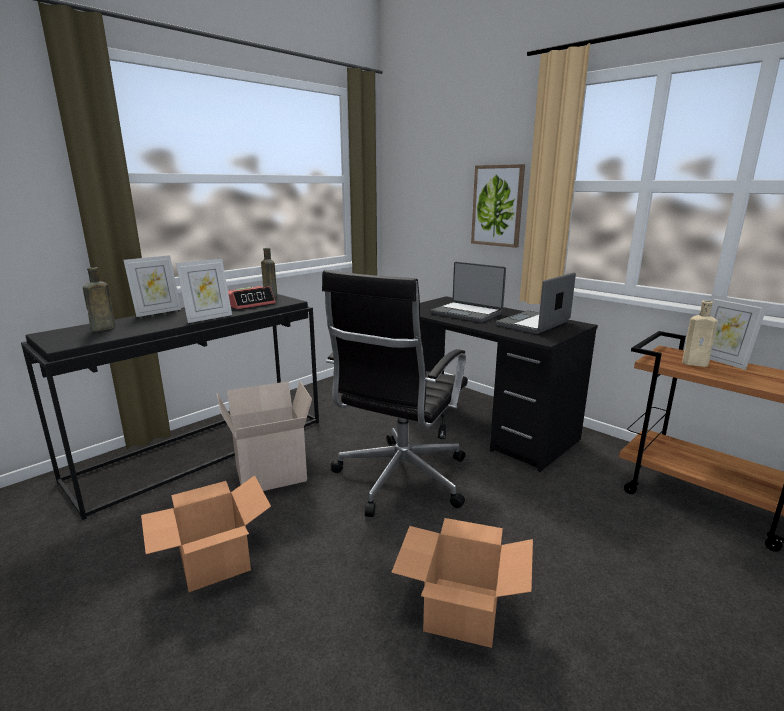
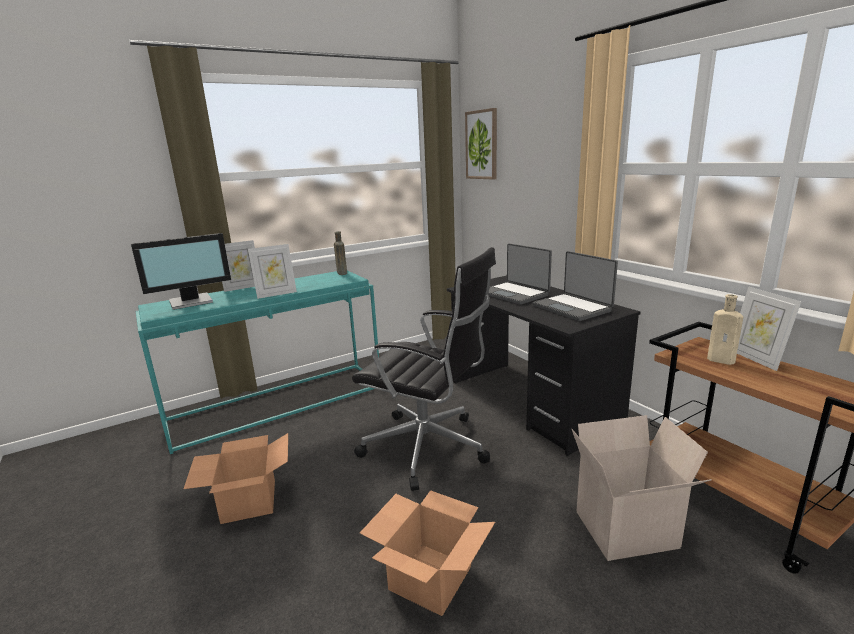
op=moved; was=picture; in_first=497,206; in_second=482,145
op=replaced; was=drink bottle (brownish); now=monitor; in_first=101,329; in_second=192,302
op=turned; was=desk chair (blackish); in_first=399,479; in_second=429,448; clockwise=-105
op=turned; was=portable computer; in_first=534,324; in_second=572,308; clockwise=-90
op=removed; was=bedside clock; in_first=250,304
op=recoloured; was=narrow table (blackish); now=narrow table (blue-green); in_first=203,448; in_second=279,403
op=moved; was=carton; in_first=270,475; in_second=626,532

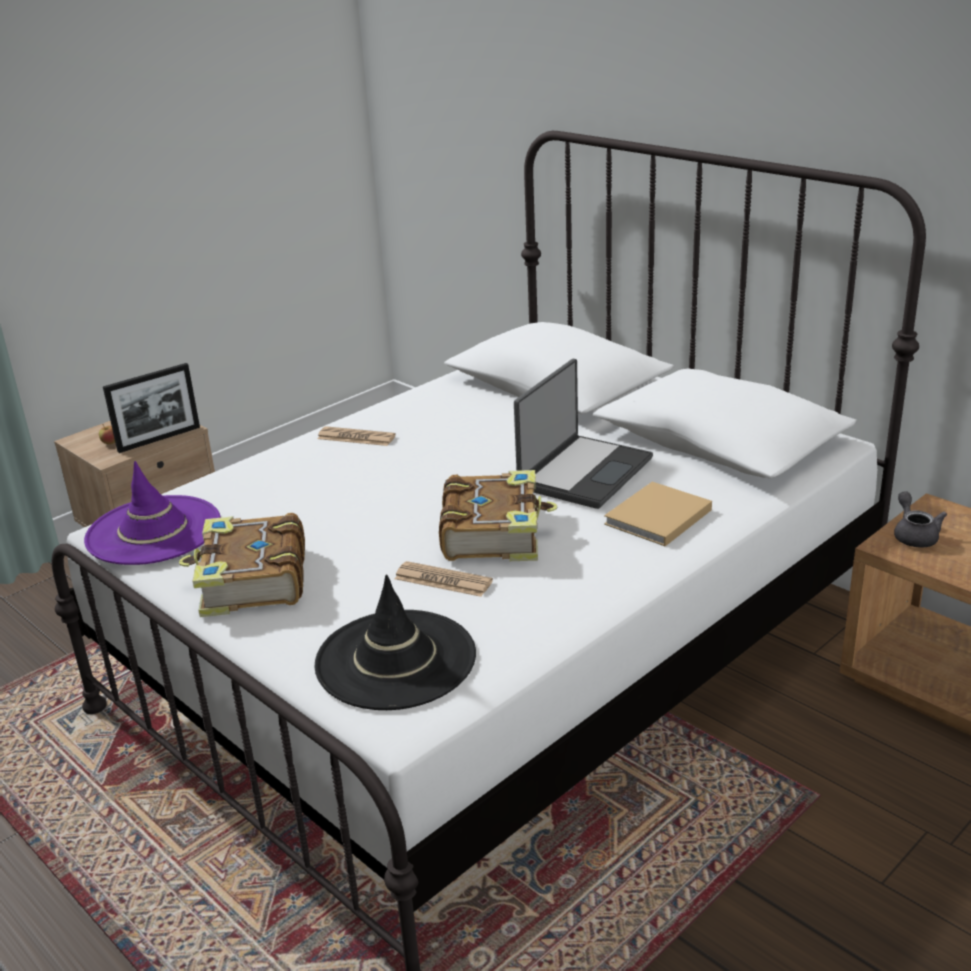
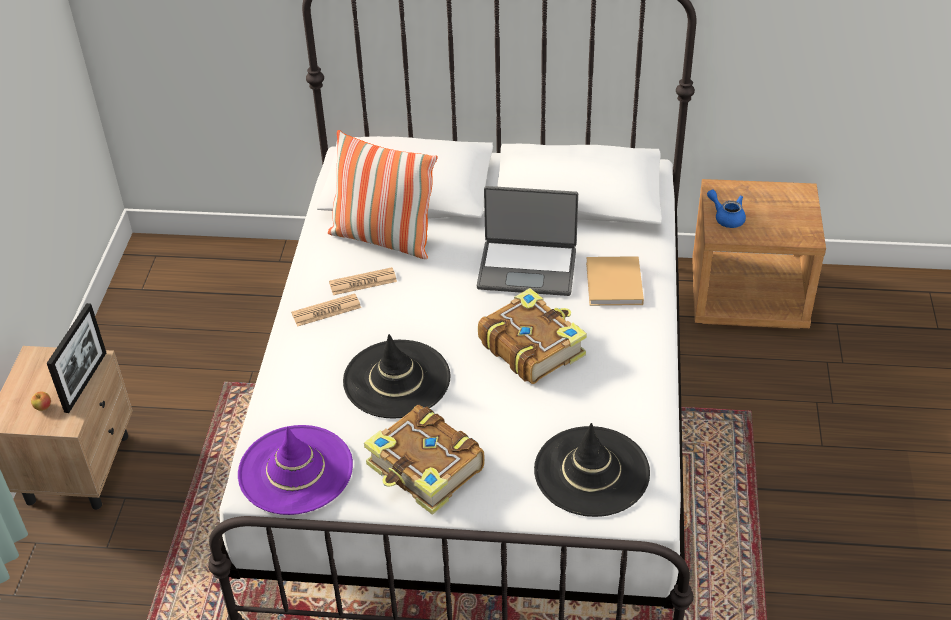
op=turned; was=portable computer; in_first=583,473; in_second=527,268; clockwise=105
op=recoloured; was=pot for tea (grey); now=pot for tea (blue-coloured); in_first=914,535; in_second=726,217
op=moved; was=newspaper; in_first=443,580; in_second=363,282
op=added; now=pillow; in_second=383,239
op=added; now=clothing hat (blackish); in_second=397,379

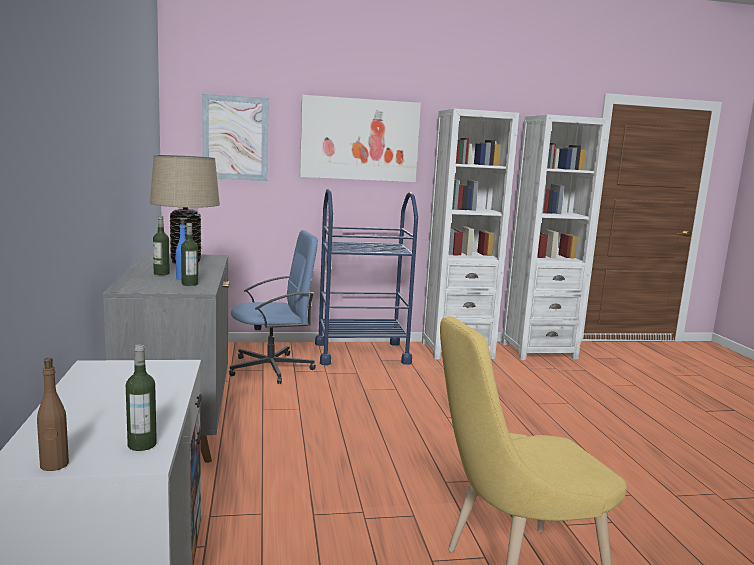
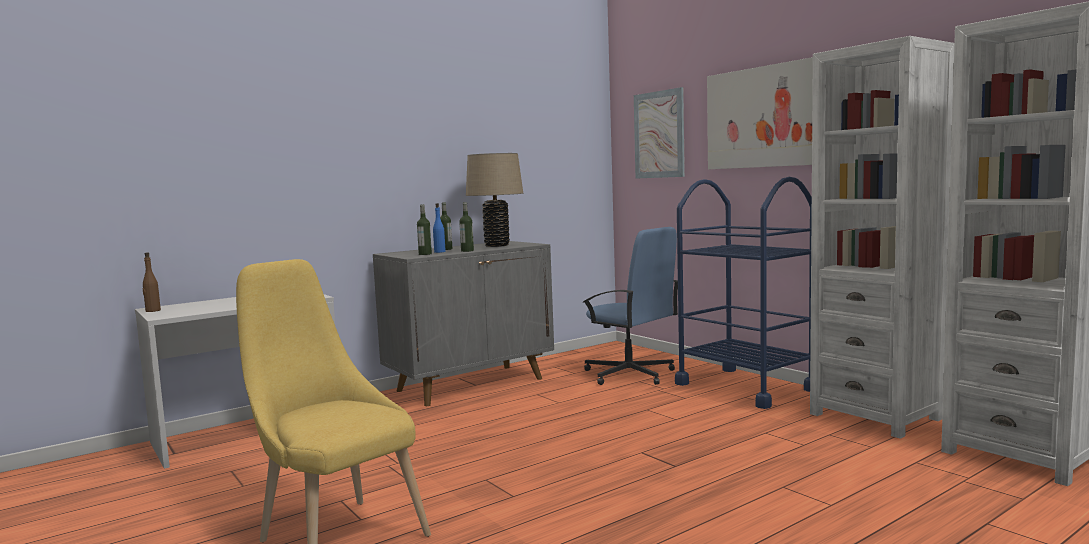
op=moved; was=drink bottle; in_first=142,444; in_second=467,251

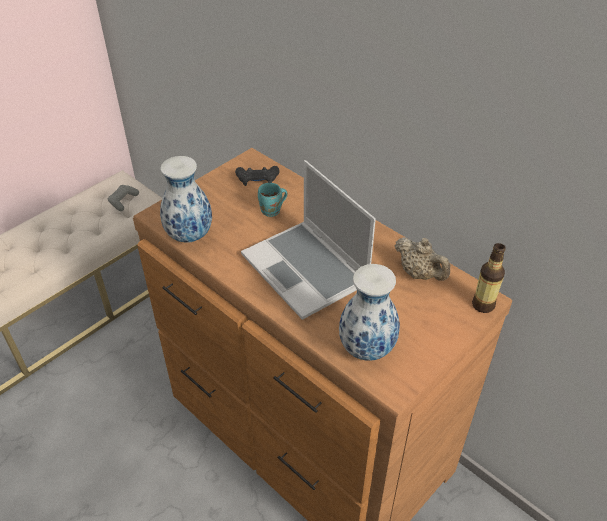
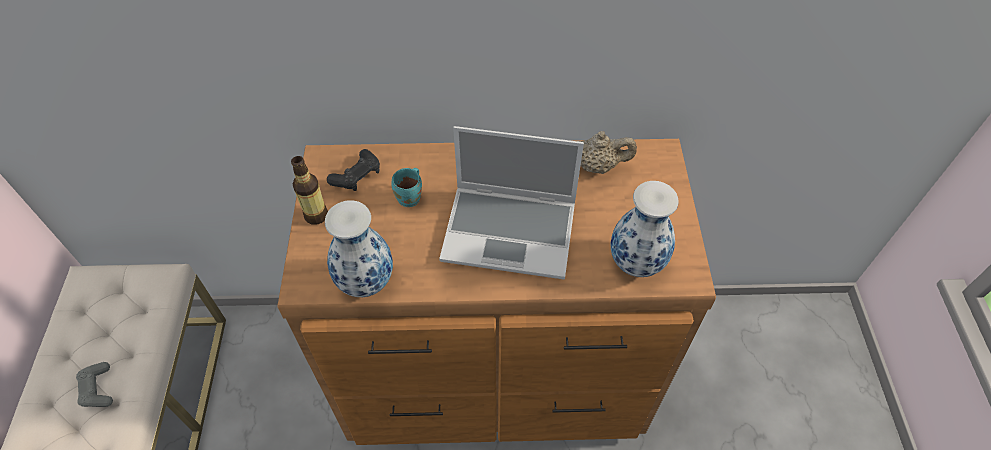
op=moved; was=joypad (grey); in_first=123,201; in_second=97,389
op=moved; was=drink bottle; in_first=483,305; in_second=316,215

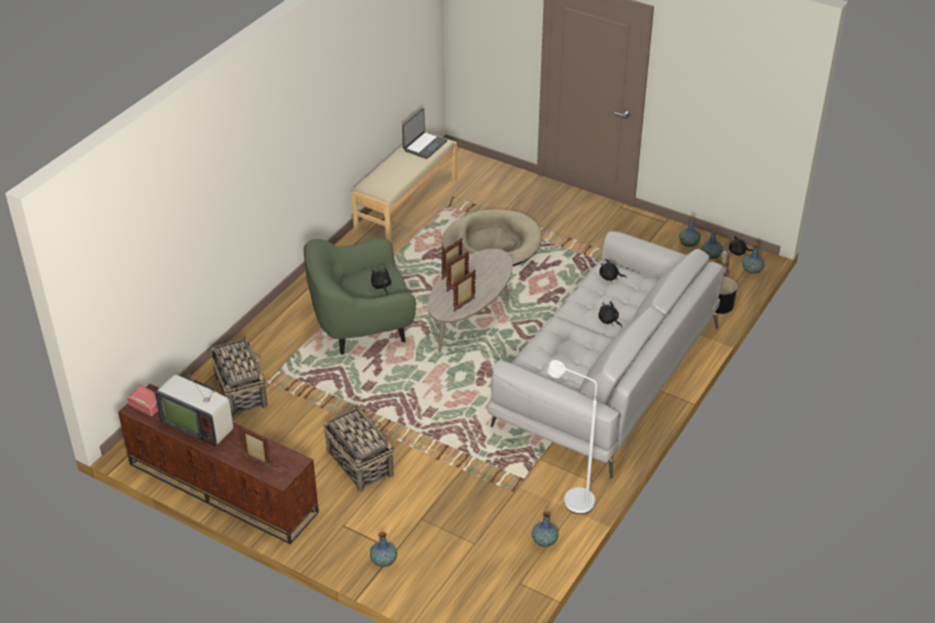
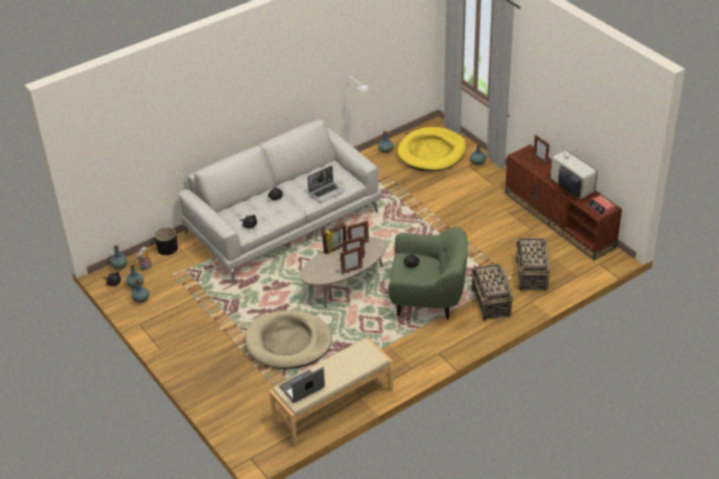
op=moved; was=basket; in_first=359,463; in_second=491,303
op=added; now=dog cushion (yellow-coloured); in_second=432,152
op=added; now=portable computer; in_second=326,192
op=added; now=photo frame; in_second=335,248

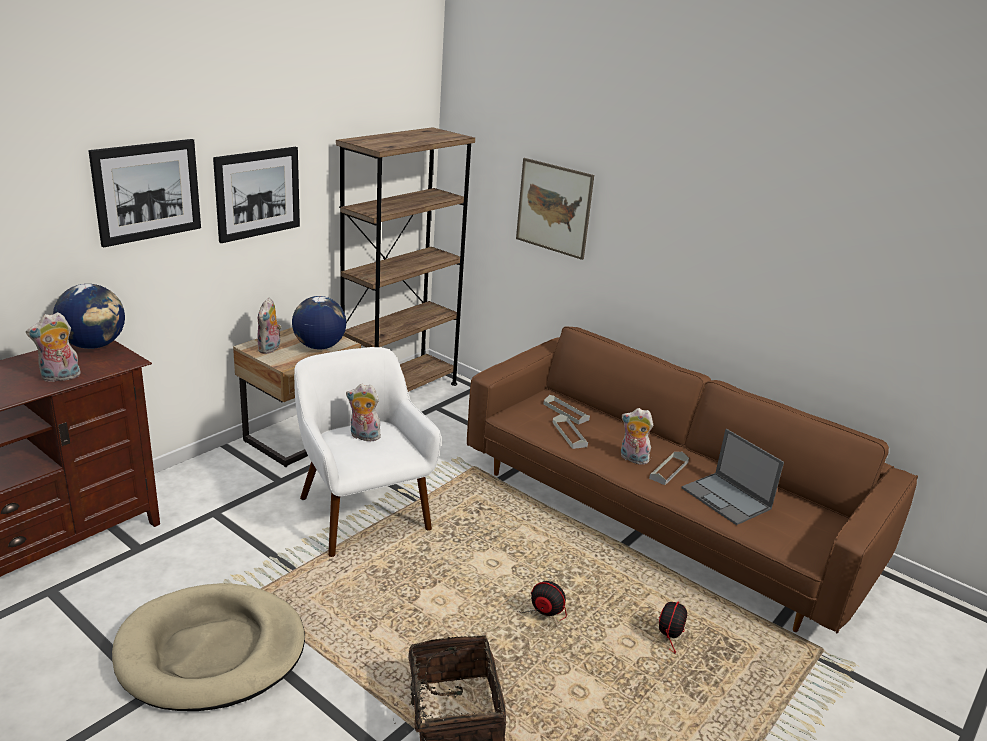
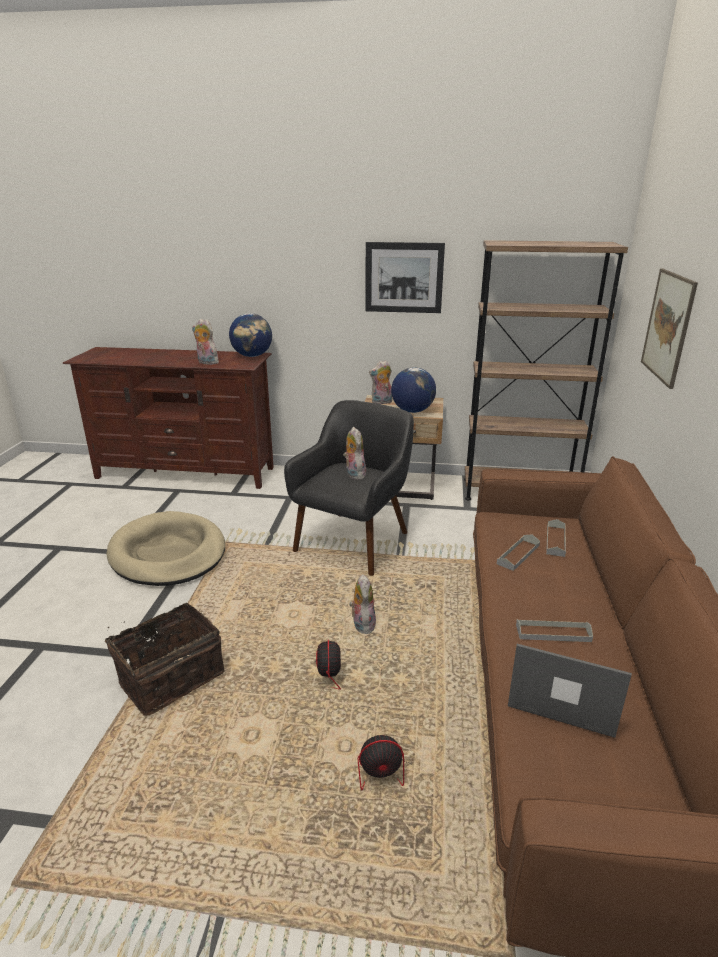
op=removed; was=picture; in_first=147,191
op=recoloured; was=armchair (white-coloured); now=armchair (blackish); in_first=362,513; in_second=354,541
op=moved; was=cuddly toy; in_first=632,459; in_second=362,624
op=turned; was=portable computer; in_first=727,499; in_second=562,695; clockwise=90

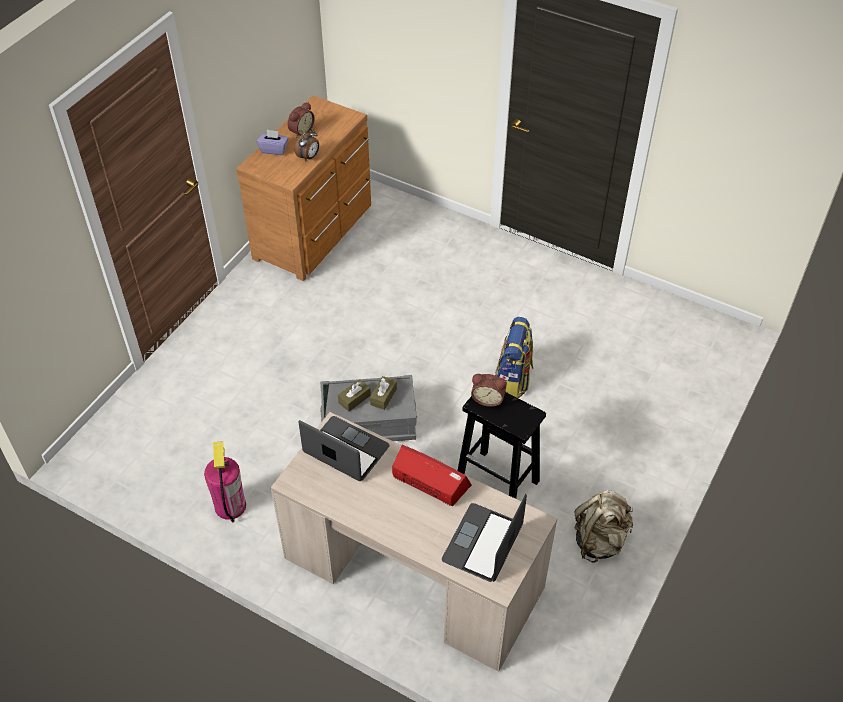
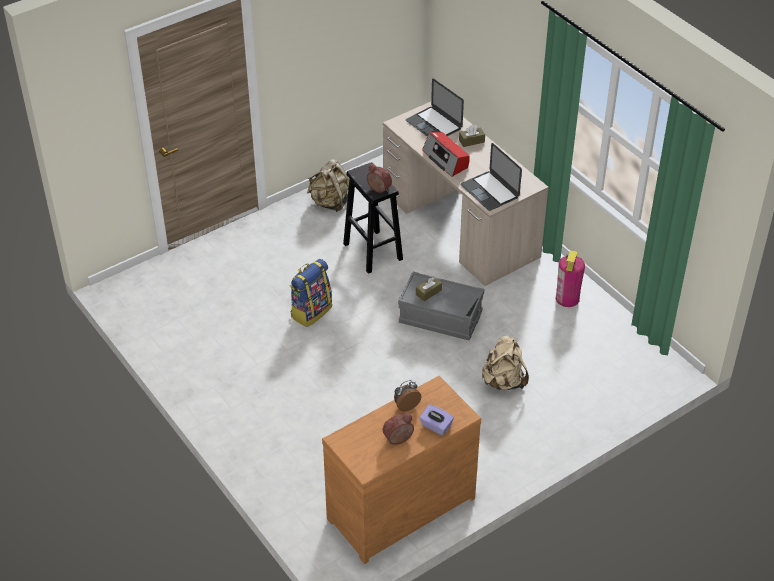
op=moved; was=tissue box (brownish); in_first=354,399; in_second=471,141
op=turned; was=portable computer; in_first=483,543; in_second=434,124; clockwise=90
op=added; now=knapsack (beige); in_second=503,381

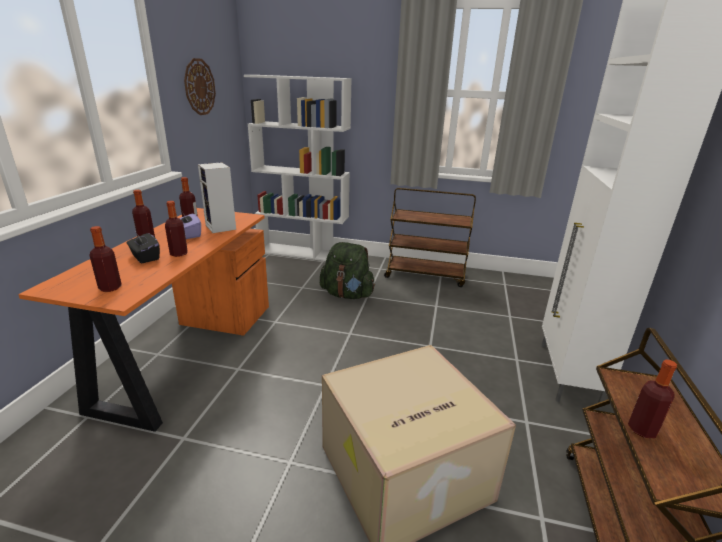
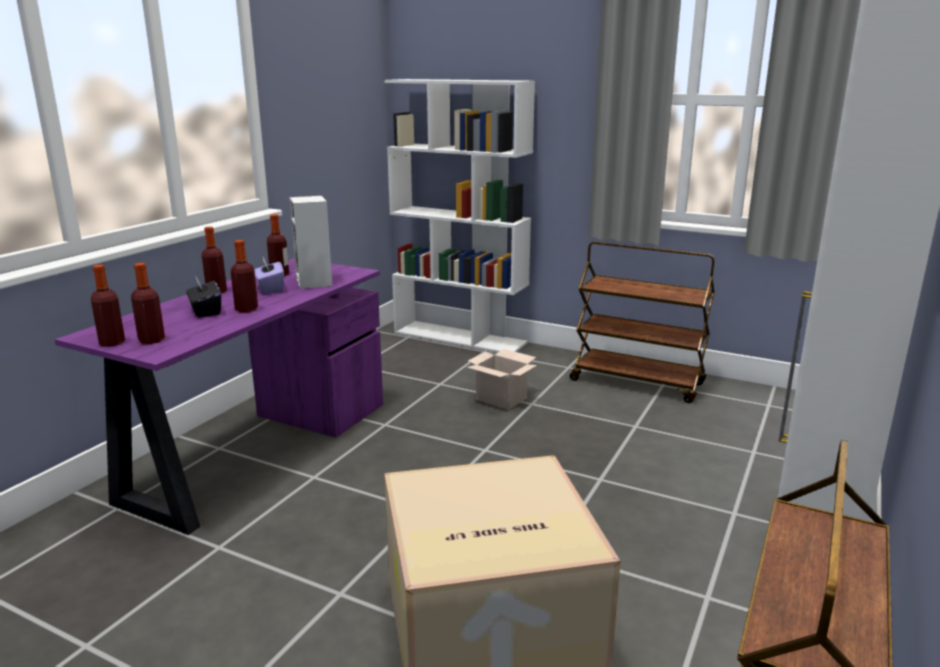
op=removed; was=wall clock; in_first=199,87
op=recoloured; was=desk table (orangey); now=desk table (purple-coloured); in_first=187,352; in_second=256,450
op=replaced; was=knapsack (green-coloured); now=carton; in_first=347,294; in_second=502,399
op=moved; was=drink bottle; in_first=642,429; in_second=112,342

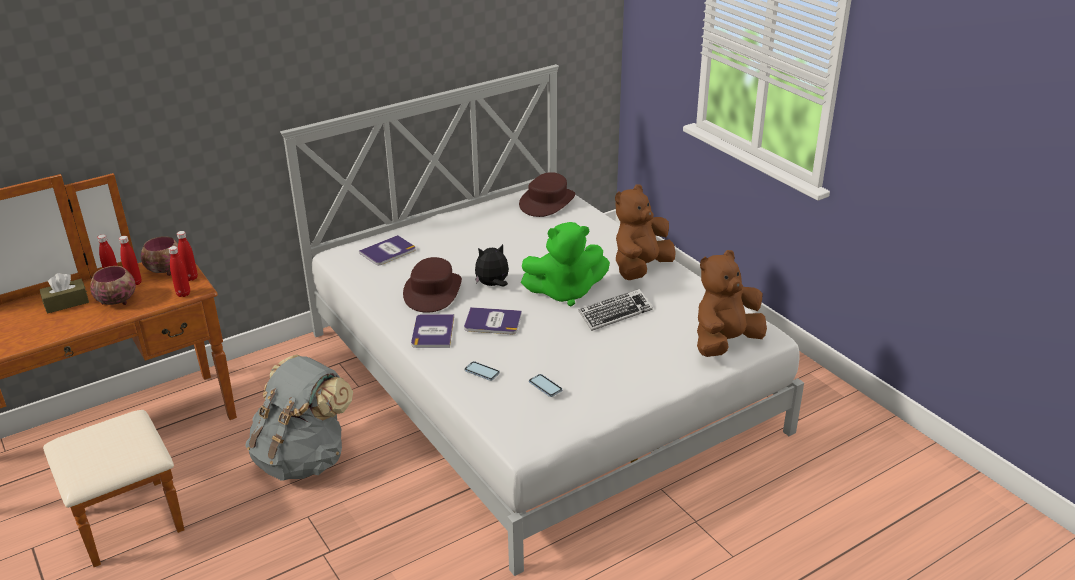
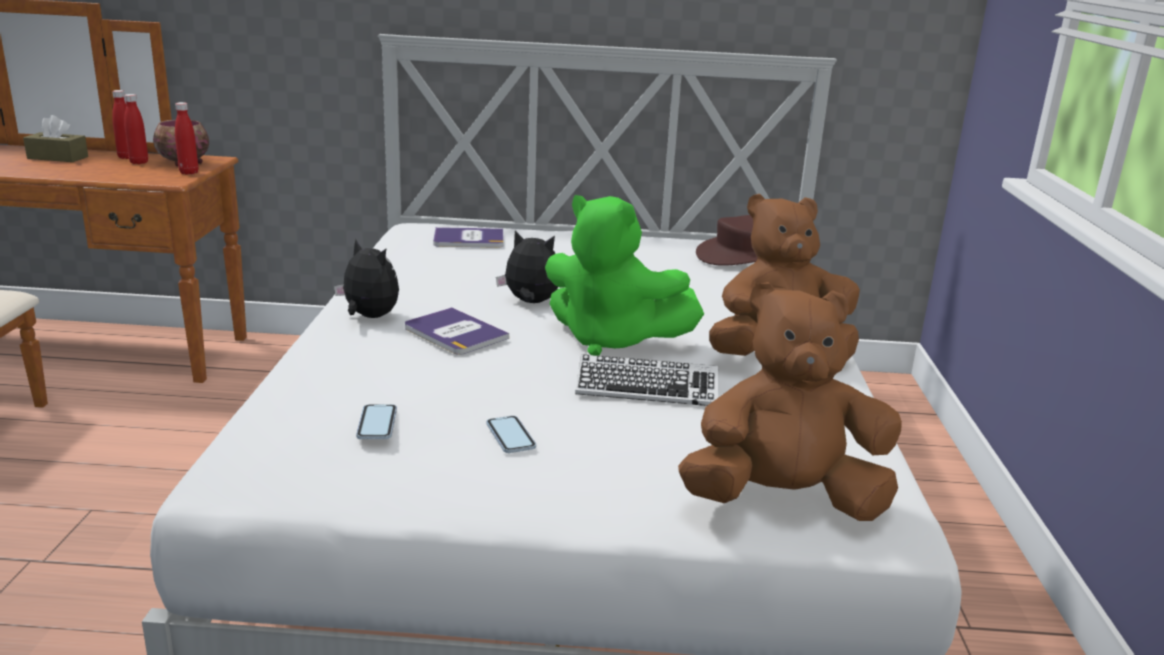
op=removed; was=drink bottle (reddish); in_first=183,294
op=removed; was=clothing hat (brownish); in_first=432,291
op=removed; was=deep dish; in_first=116,300
op=replaced; was=bound book; now=cuddly toy; in_first=433,332; in_second=368,317
op=removed; was=knapsack (grey); in_first=303,458
op=moved; was=handset; in_first=482,372; in_second=510,436

